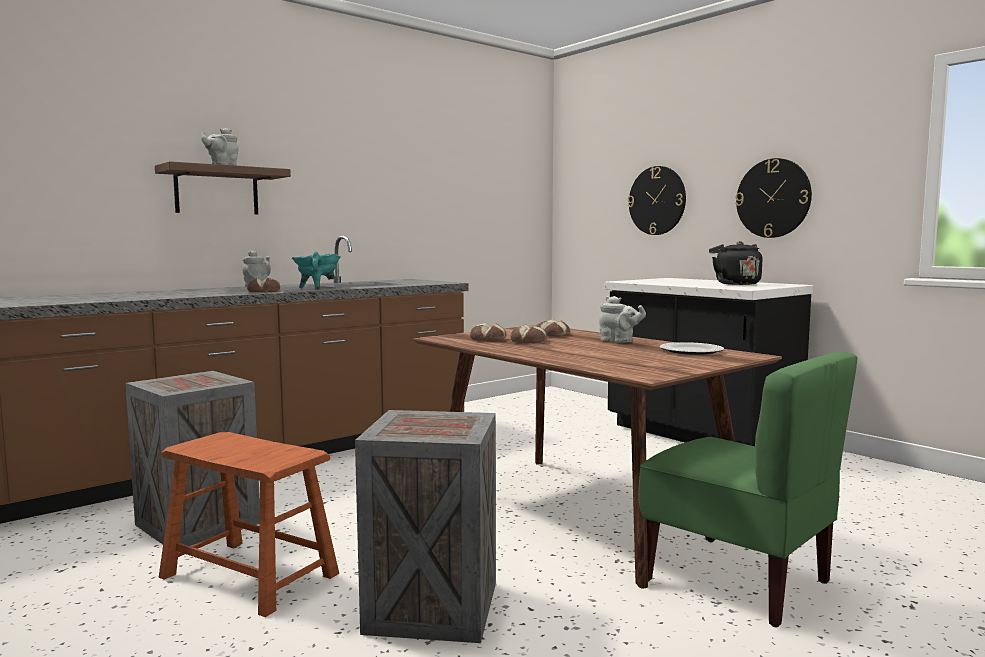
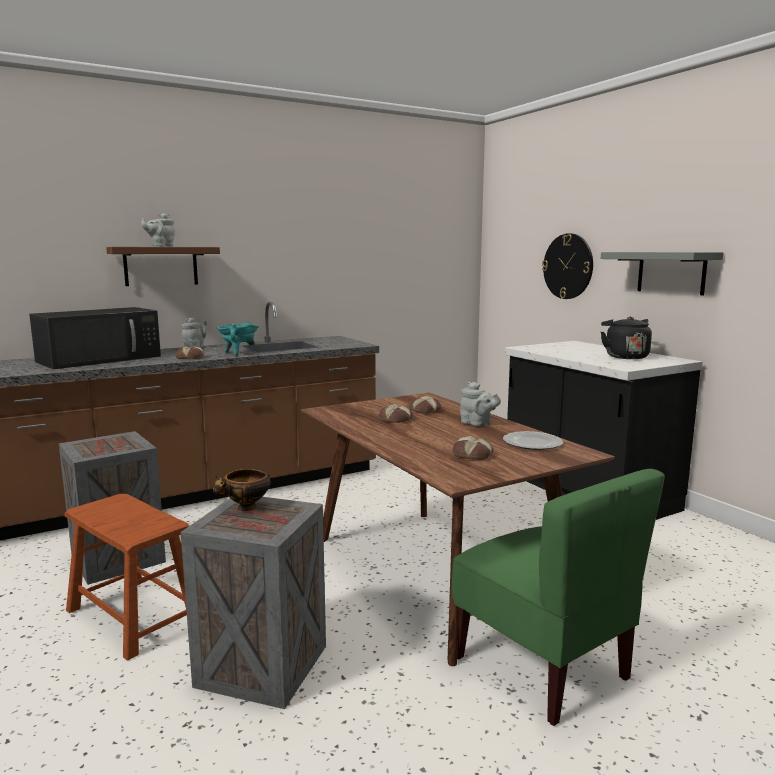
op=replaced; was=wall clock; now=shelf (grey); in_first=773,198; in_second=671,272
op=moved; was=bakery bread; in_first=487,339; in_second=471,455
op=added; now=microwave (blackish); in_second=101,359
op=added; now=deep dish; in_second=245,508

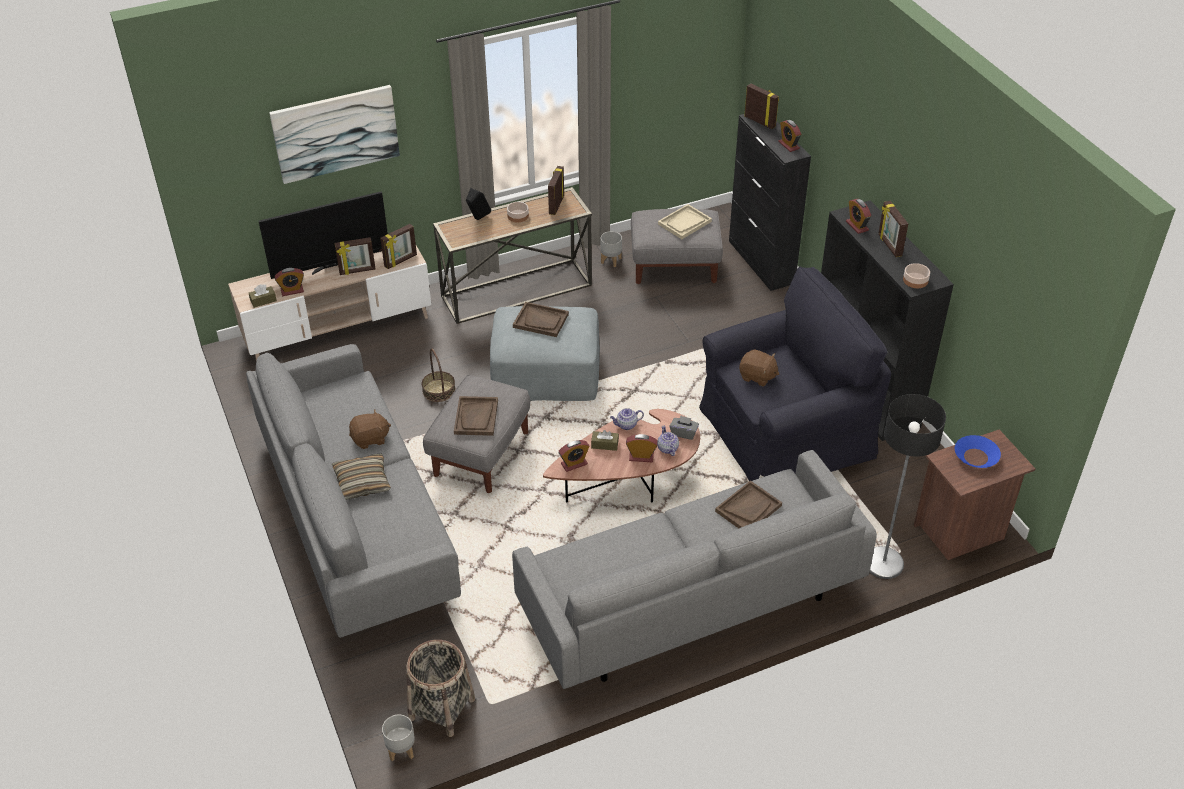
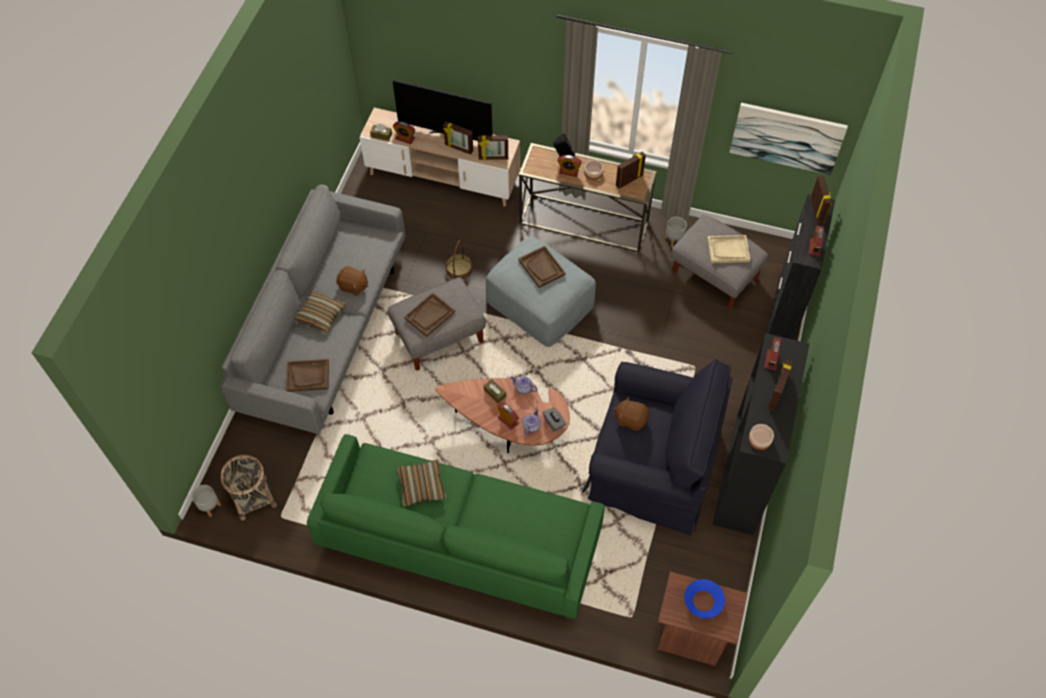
op=moved; was=picture; in_first=335,133; in_second=787,137
op=turned; was=cuddly toy (brownish); in_first=757,376; in_second=631,419; clockwise=135
op=removed; was=standing lamp; in_first=883,563
op=moved; was=bedside clock; in_first=574,464; in_second=568,172
op=recoloured; was=couch (grey); now=couch (green-coloured); in_first=690,599; in_second=460,540
op=moved; was=serving tray (brownish); in_first=748,508; in_second=308,376
op=added; now=pillow; in_second=421,486

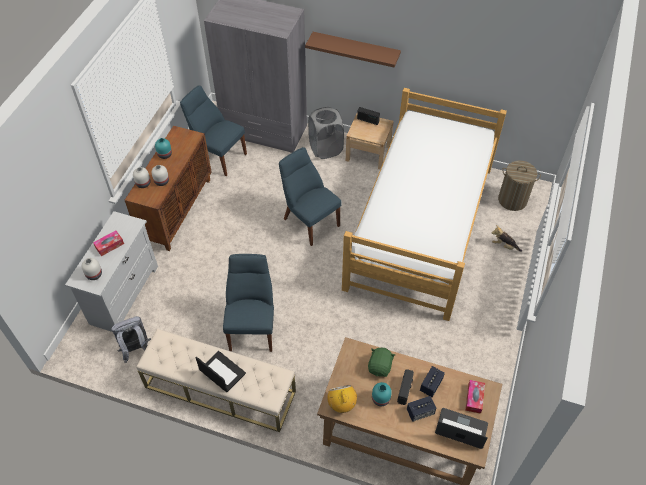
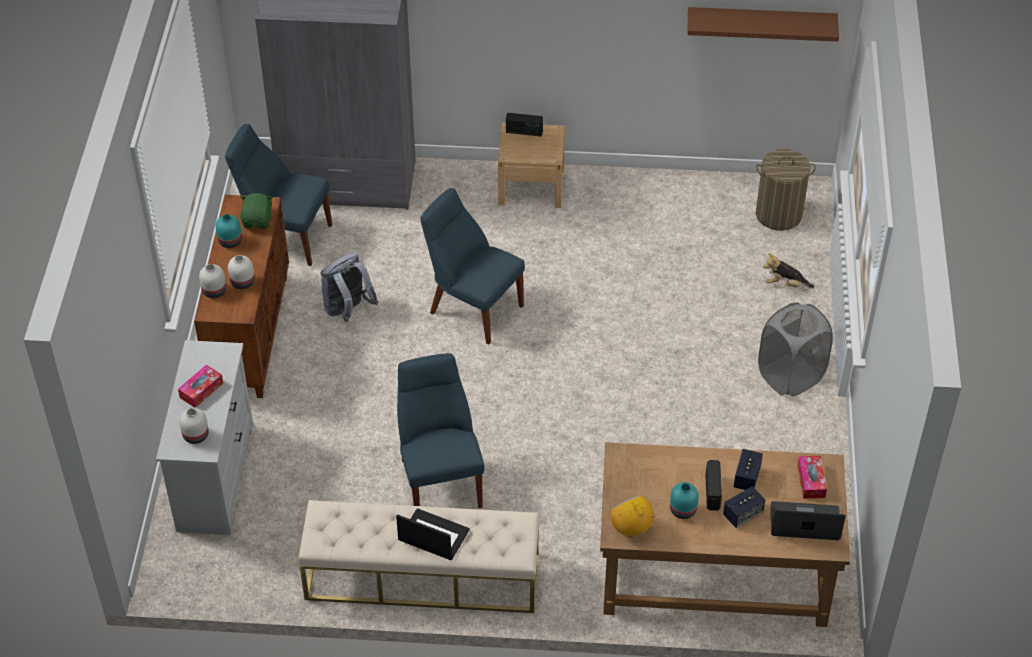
op=moved; was=shelf (brownish); in_first=355,49; in_second=761,23
op=removed; was=bed; in_first=421,226
op=moved; was=hamper (grey); in_first=325,149; in_second=790,376
op=moved; was=knapsack (grey); in_first=136,349; in_second=348,311
op=moved; was=cuddly toy (green-coloured); in_first=380,367; in_second=258,220

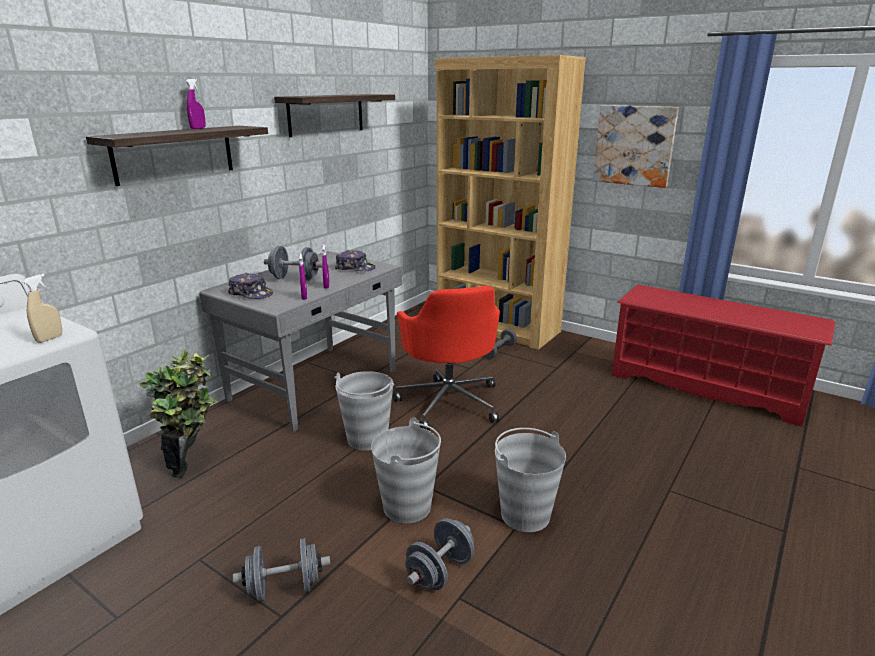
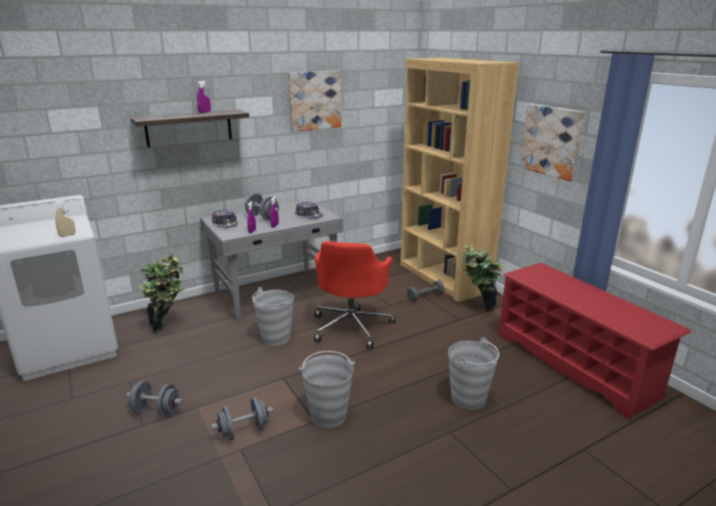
op=replaced; was=shelf; now=picture; in_first=326,114; in_second=314,100
op=moved; was=water bucket (grey); in_first=407,507; in_second=468,398
op=added; now=plant in a pot; in_second=478,309

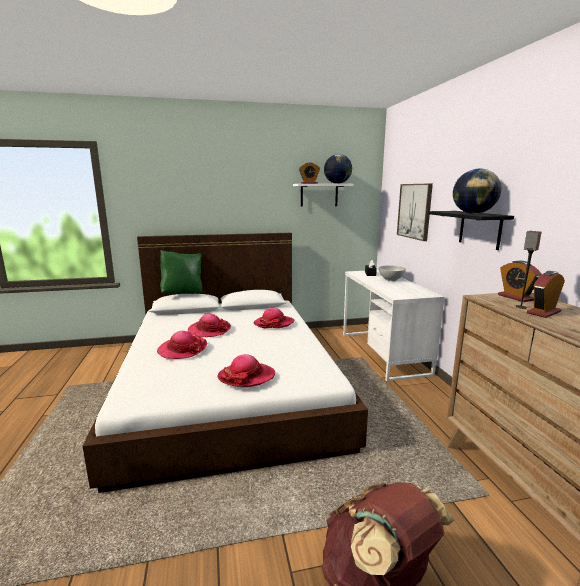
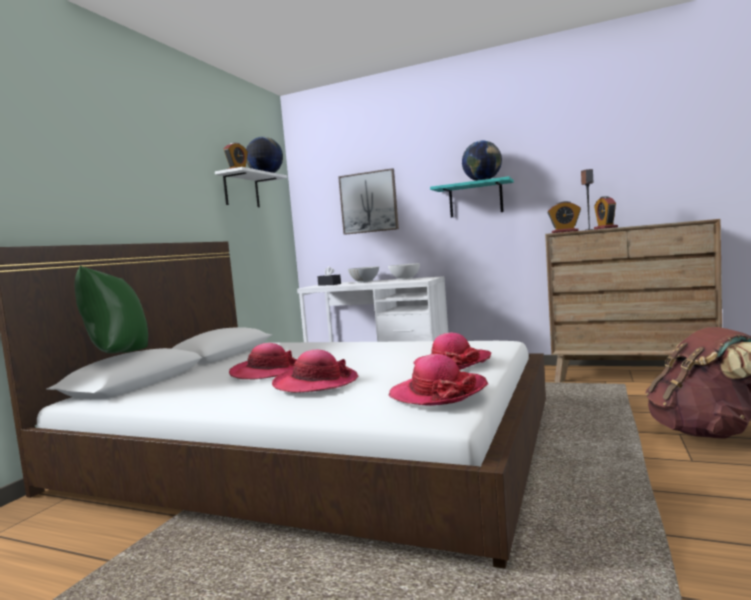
op=recoloured; was=shelf (blackish); now=shelf (blue-green); in_first=480,229; in_second=475,199
op=moved; was=clothing hat; in_first=274,323; in_second=438,392
op=added; now=deep dish (white-coloured); in_second=405,279

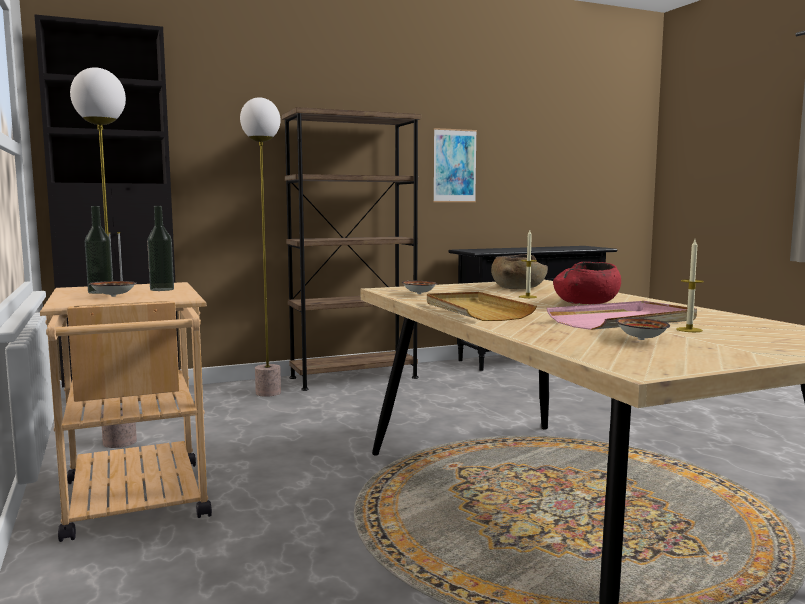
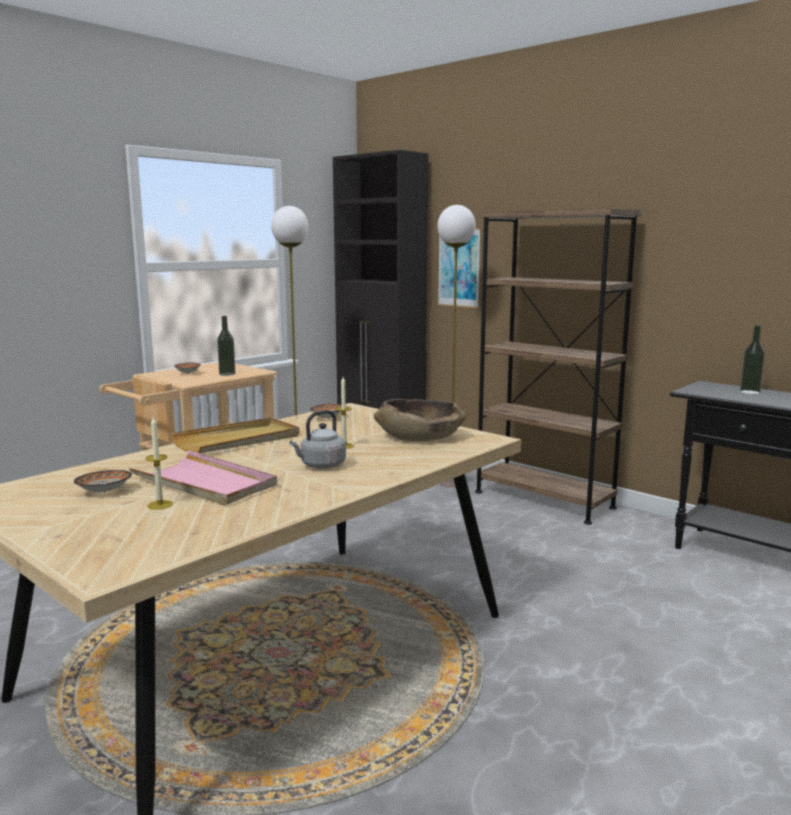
op=moved; was=picture; in_first=454,166; in_second=459,267
op=moved; was=drink bottle; in_first=100,292; in_second=750,392
op=replaced; was=deep dish (reddish); now=tea kettle (grey); in_first=587,302; in_second=321,466

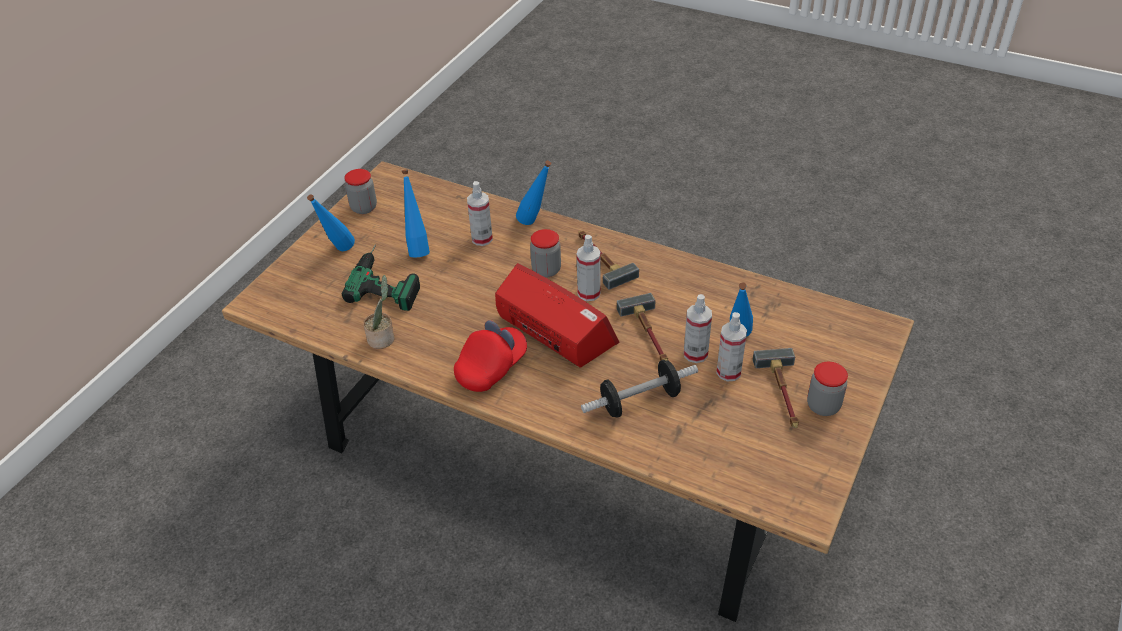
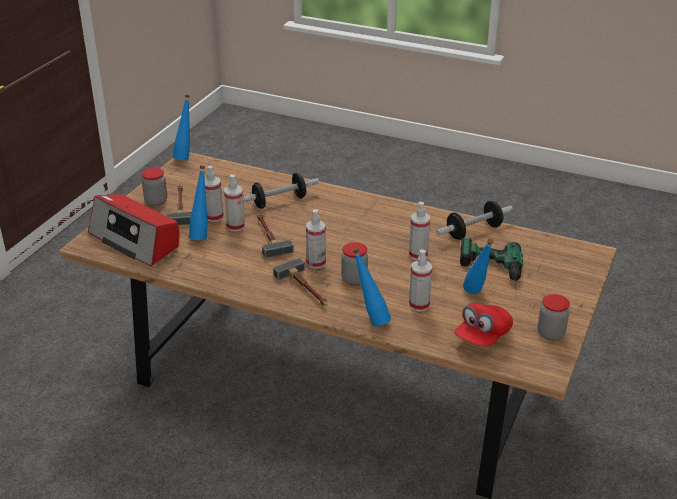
op=moved; was=drink bottle (blue-coloured); in_first=338,252; in_second=185,157
op=moved; was=radio set; in_first=555,330; in_second=135,240
op=replaced; was=plant in a pot; now=hand weight; in_first=383,338; in_second=473,231
op=moved; was=cap (reddish); in_first=491,368; in_second=482,336
op=added; now=sprayer; in_second=418,255

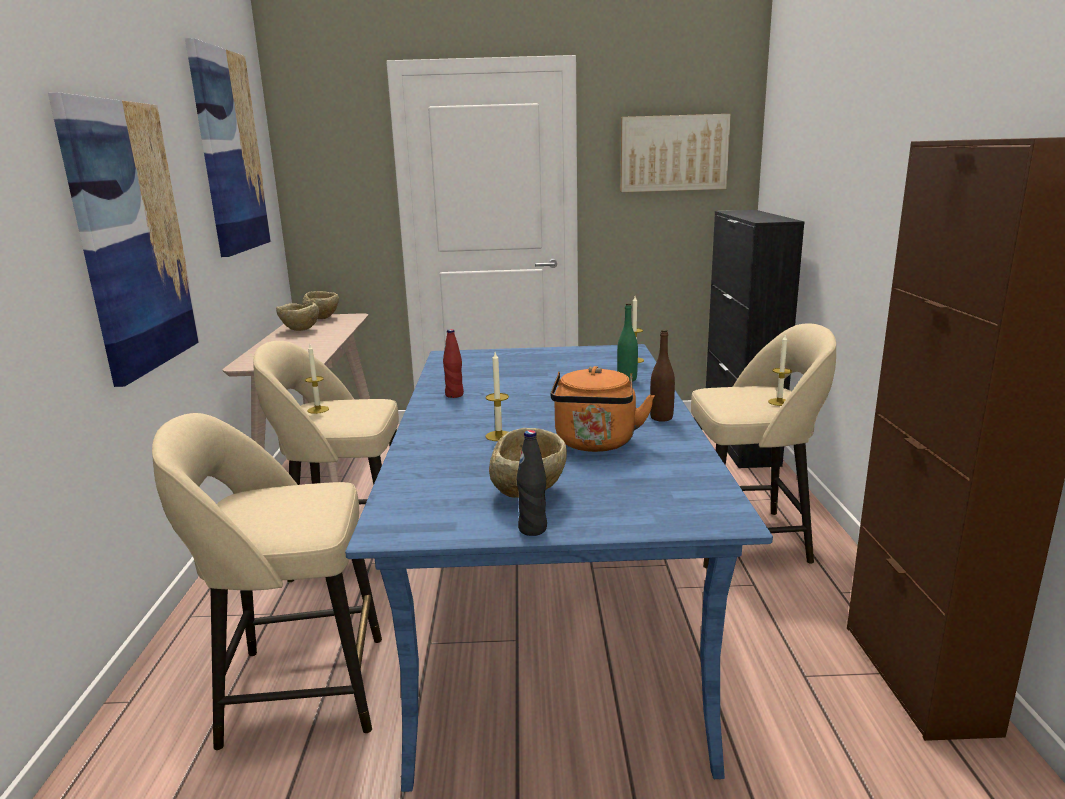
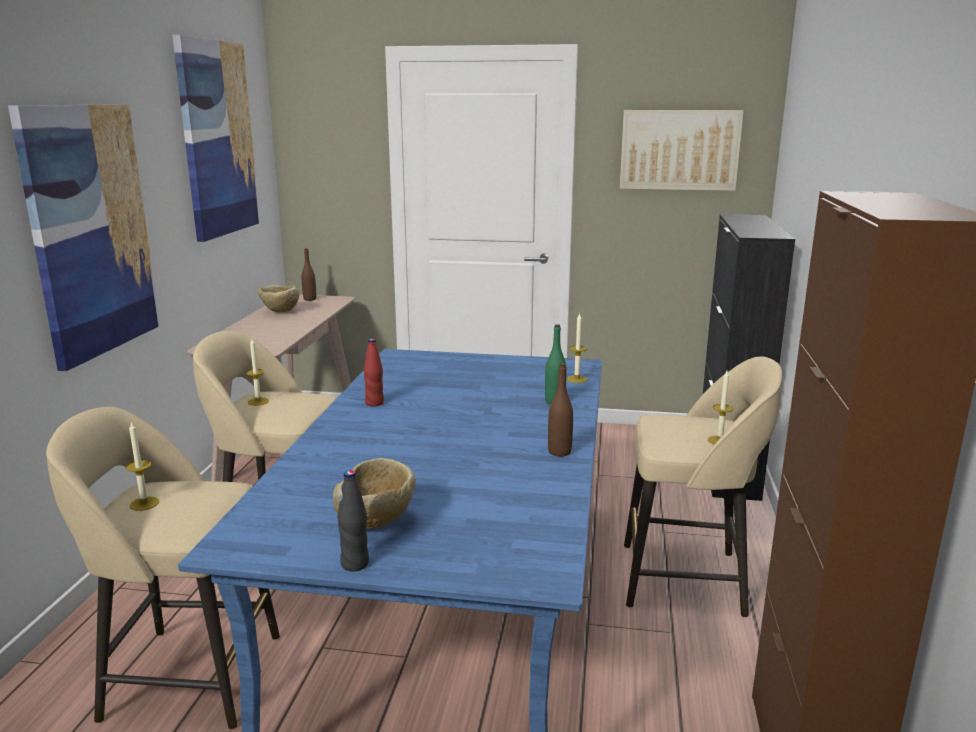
op=replaced; was=deep dish (beige); now=drink bottle (brownish); in_first=323,318; in_second=310,299
op=moved; was=wax light; in_first=499,436; in_second=144,503
op=removed; was=tea kettle (orangey); in_first=595,444

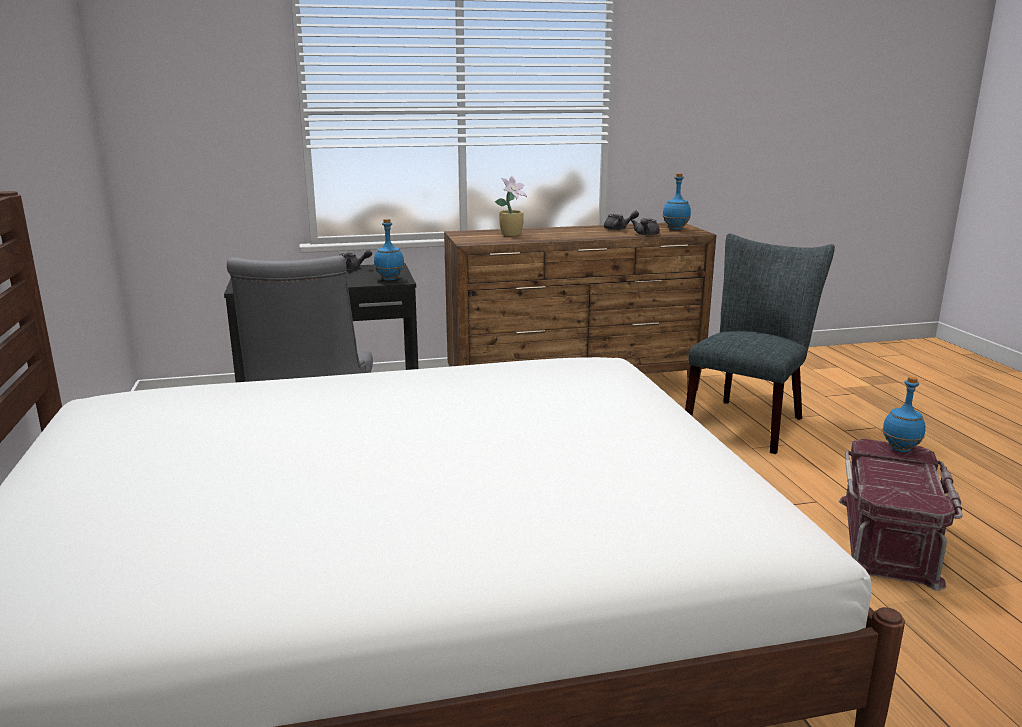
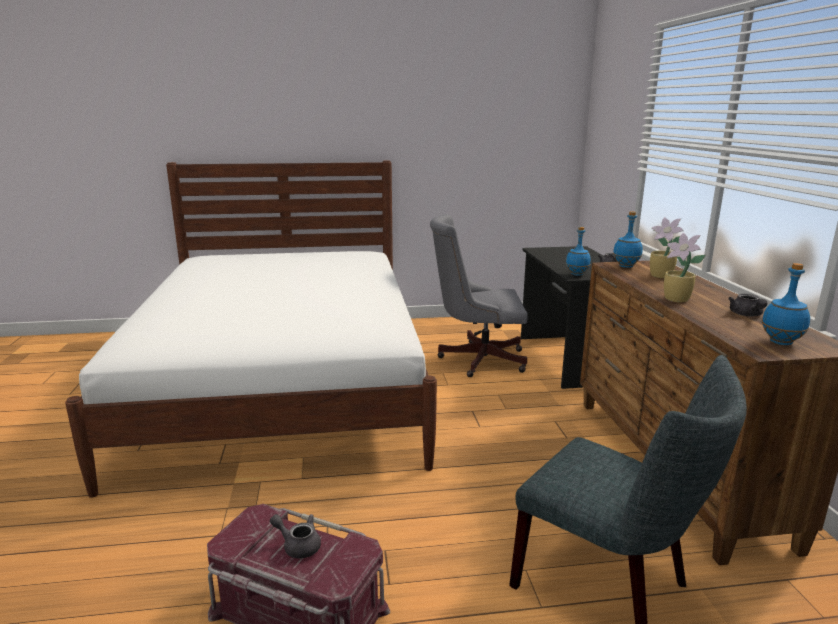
op=moved; was=pot for tea (grey); in_first=645,234; in_second=298,545
op=moved; was=drink bottle (blue-coloured); in_first=901,449; in_second=626,266
op=added; now=plant in a pot; in_second=677,300

